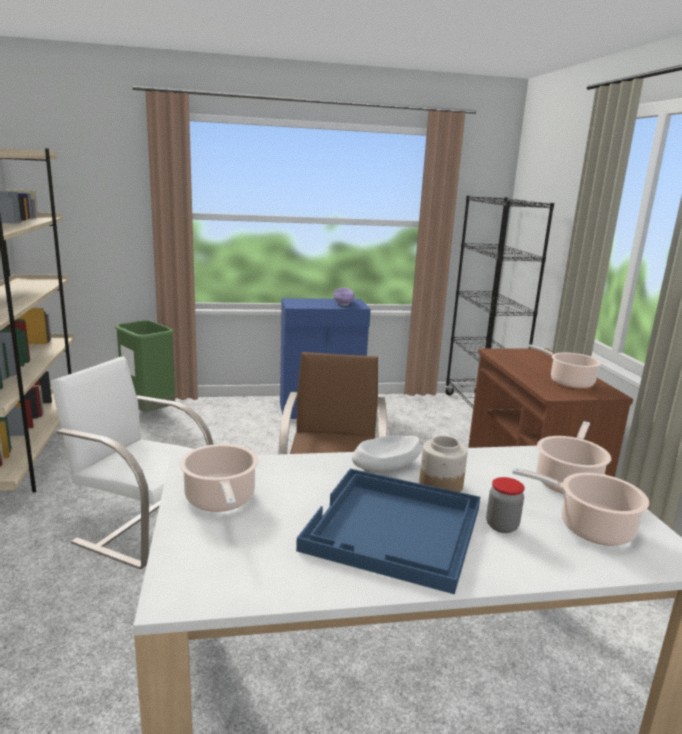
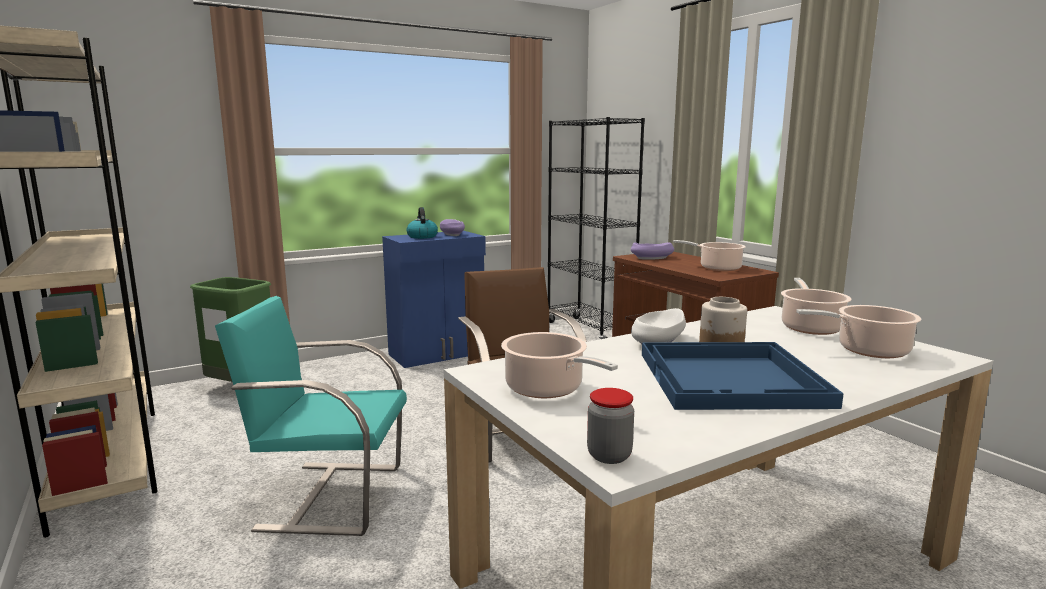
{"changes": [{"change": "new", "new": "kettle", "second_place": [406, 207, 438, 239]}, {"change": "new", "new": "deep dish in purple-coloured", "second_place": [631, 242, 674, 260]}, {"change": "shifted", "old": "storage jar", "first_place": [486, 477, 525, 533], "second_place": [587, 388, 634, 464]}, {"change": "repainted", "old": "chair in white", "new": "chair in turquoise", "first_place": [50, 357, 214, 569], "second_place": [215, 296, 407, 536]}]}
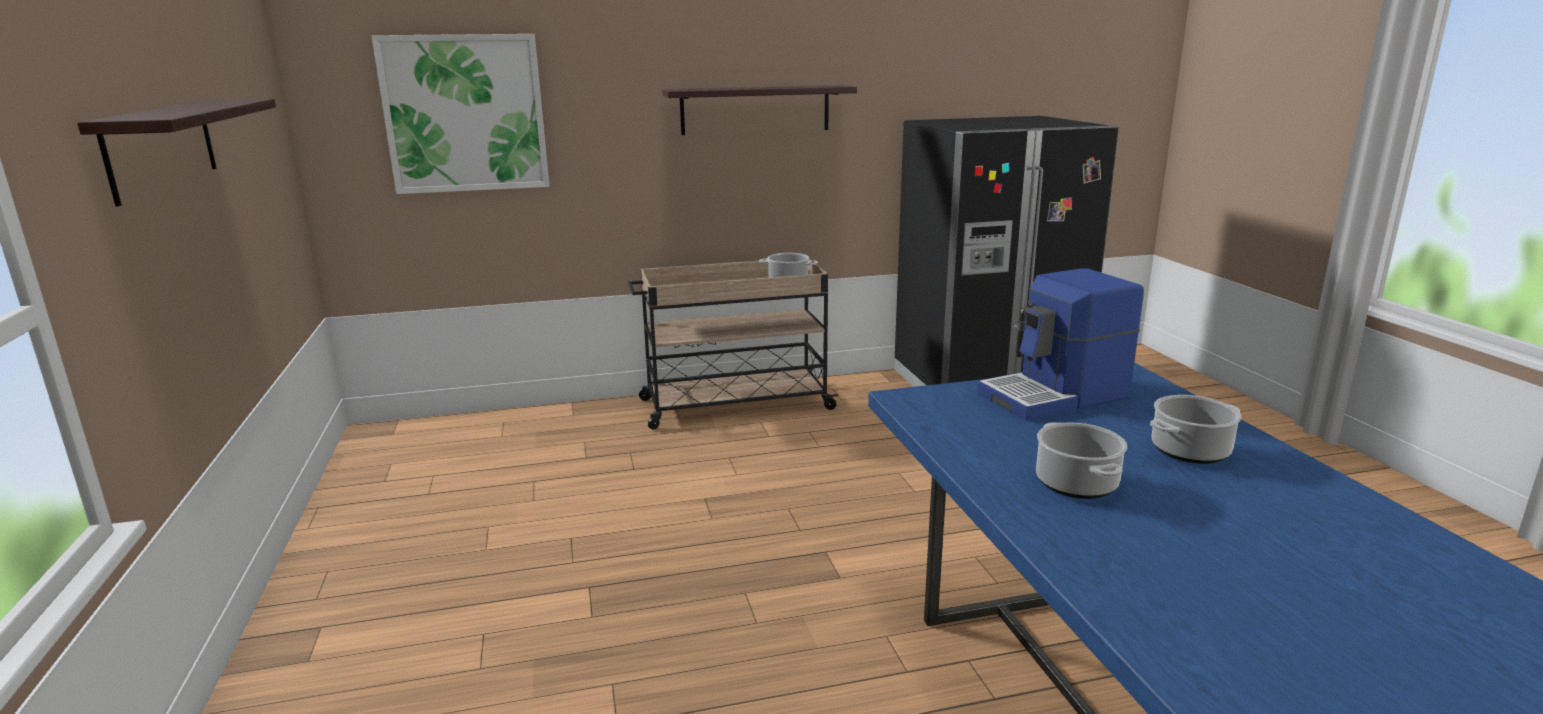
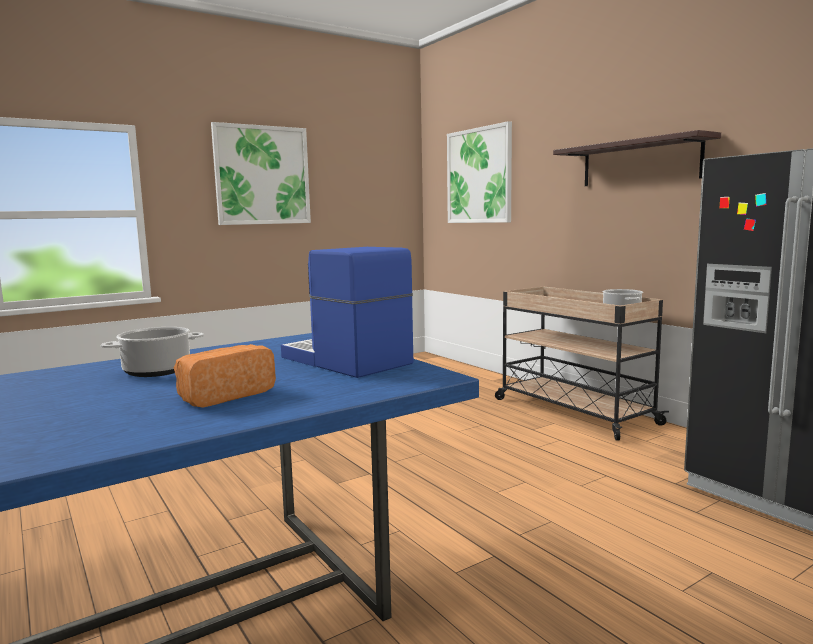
{"changes": [{"change": "swapped", "old": "wall shelf", "new": "picture", "first_place": [77, 99, 276, 207], "second_place": [211, 122, 311, 225]}, {"change": "swapped", "old": "stockpot", "new": "bakery bread", "first_place": [1150, 395, 1241, 464], "second_place": [174, 344, 276, 408]}]}
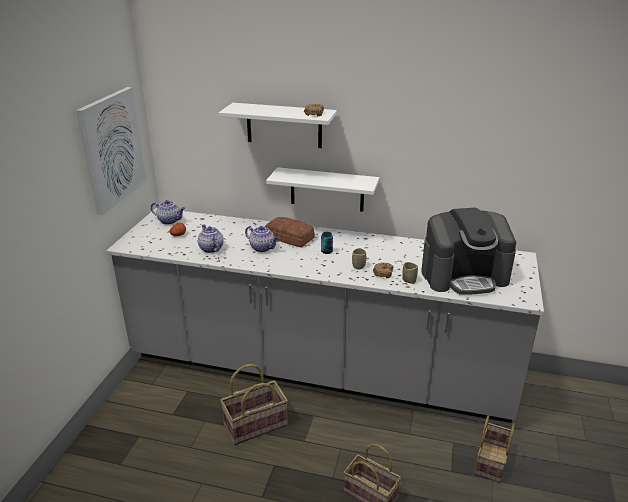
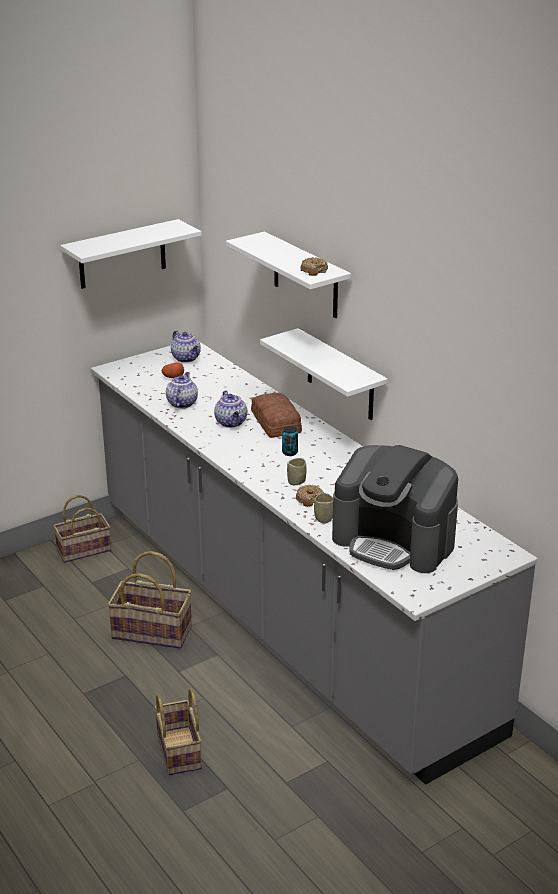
{"changes": [{"change": "shifted", "old": "basket", "first_place": [475, 415, 515, 483], "second_place": [53, 495, 111, 563]}, {"change": "swapped", "old": "picture", "new": "wall shelf in white", "first_place": [76, 87, 147, 215], "second_place": [60, 219, 202, 289]}]}
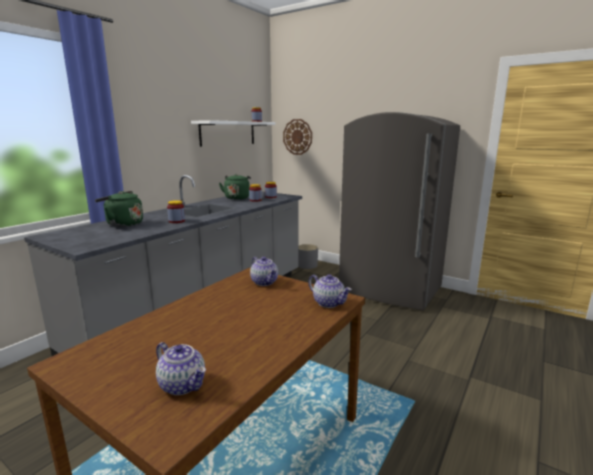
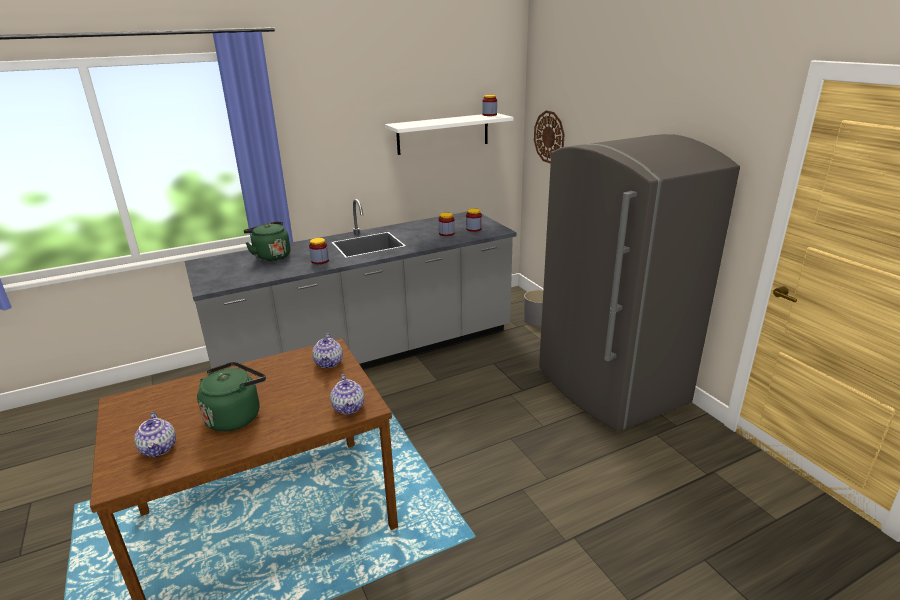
{"changes": [{"change": "shifted", "old": "kettle in greenish", "first_place": [219, 174, 251, 200], "second_place": [197, 362, 266, 432]}]}
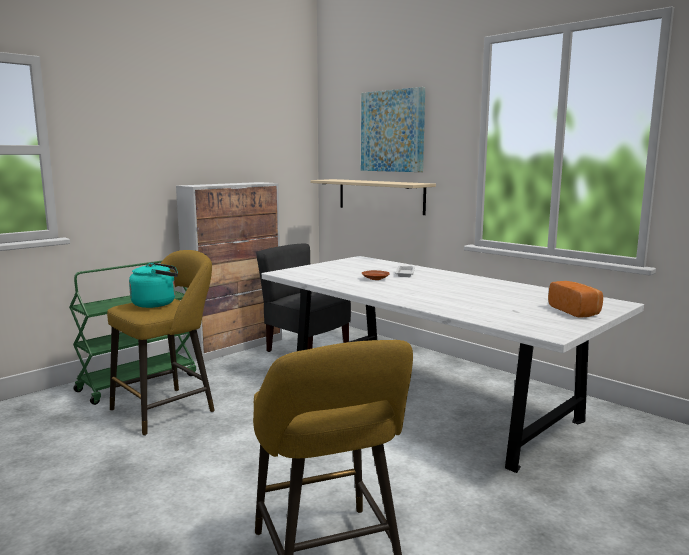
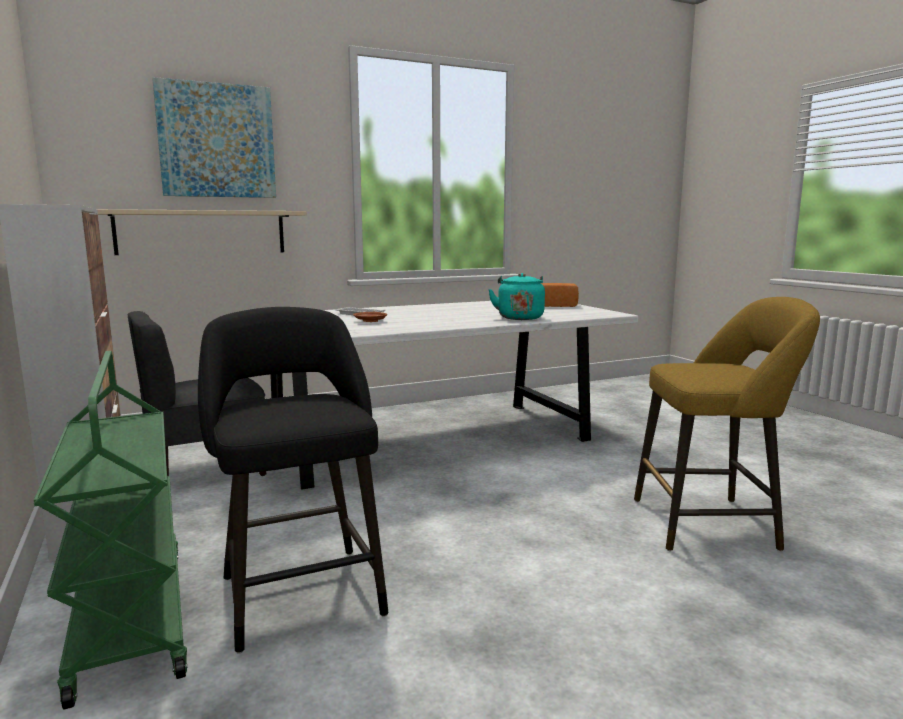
{"changes": [{"change": "shifted", "old": "kettle in turquoise", "first_place": [129, 263, 178, 308], "second_place": [488, 273, 545, 320]}, {"change": "repainted", "old": "stool seat in yellowish", "new": "stool seat in blackish", "first_place": [107, 250, 215, 436], "second_place": [198, 307, 388, 654]}]}
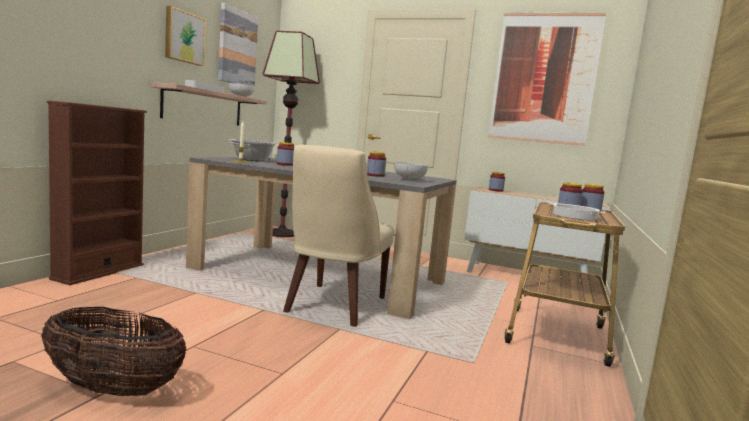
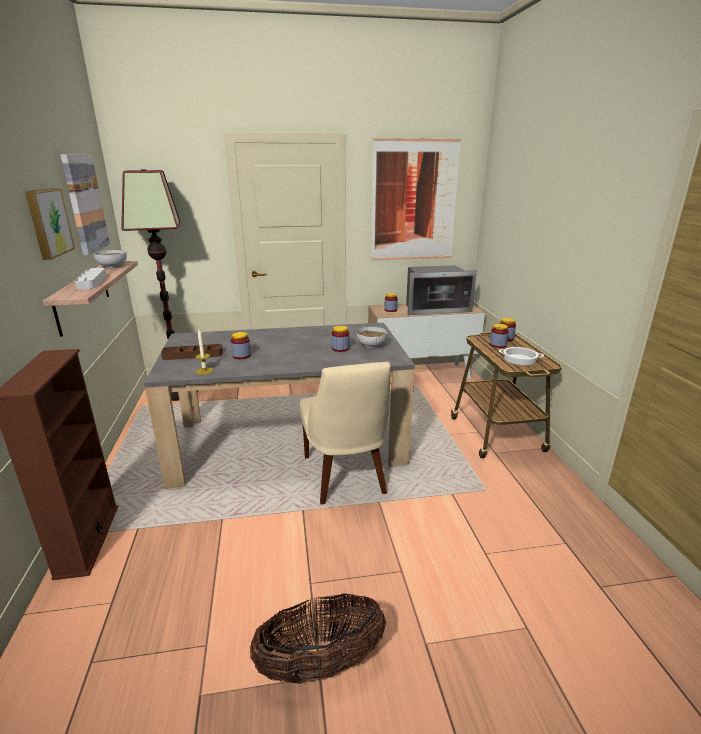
{"changes": [{"change": "new", "new": "kitchen microwave", "second_place": [406, 265, 477, 315]}, {"change": "swapped", "old": "stockpot", "new": "tray in brownish", "first_place": [229, 139, 278, 161], "second_place": [161, 344, 223, 360]}]}
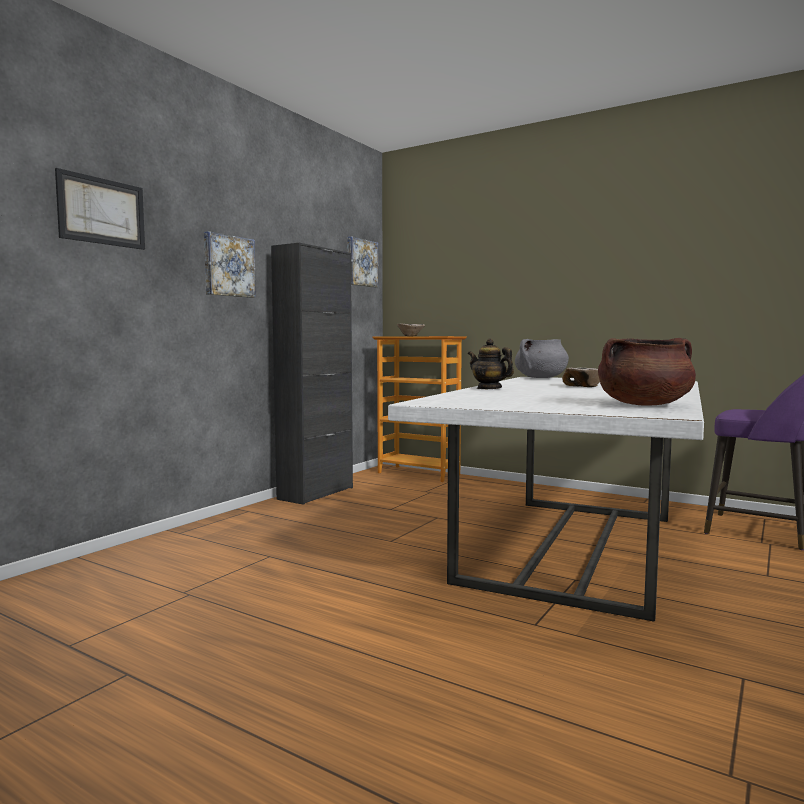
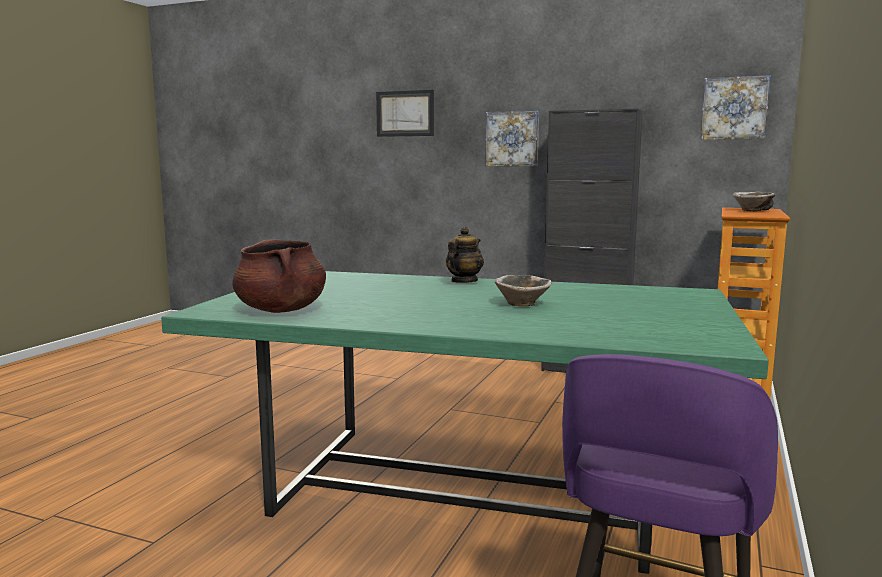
{"changes": [{"change": "gone", "old": "stockpot in greyish", "first_place": [515, 339, 569, 378]}, {"change": "repainted", "old": "dinner table in white", "new": "dinner table in greenish", "first_place": [388, 377, 704, 622], "second_place": [161, 271, 769, 574]}]}
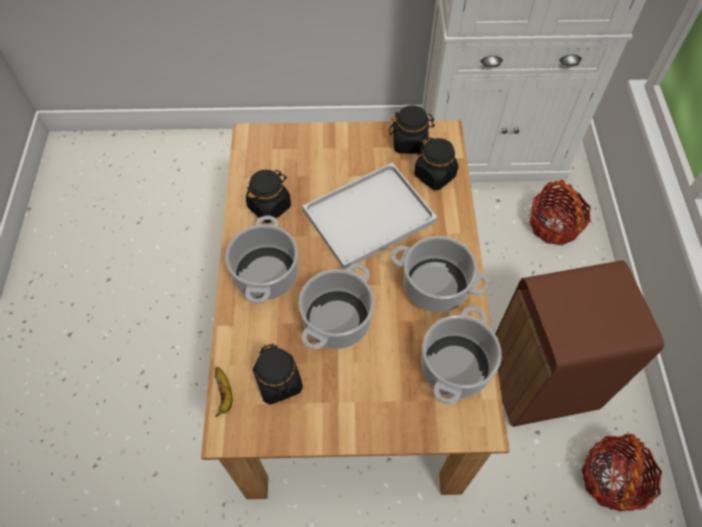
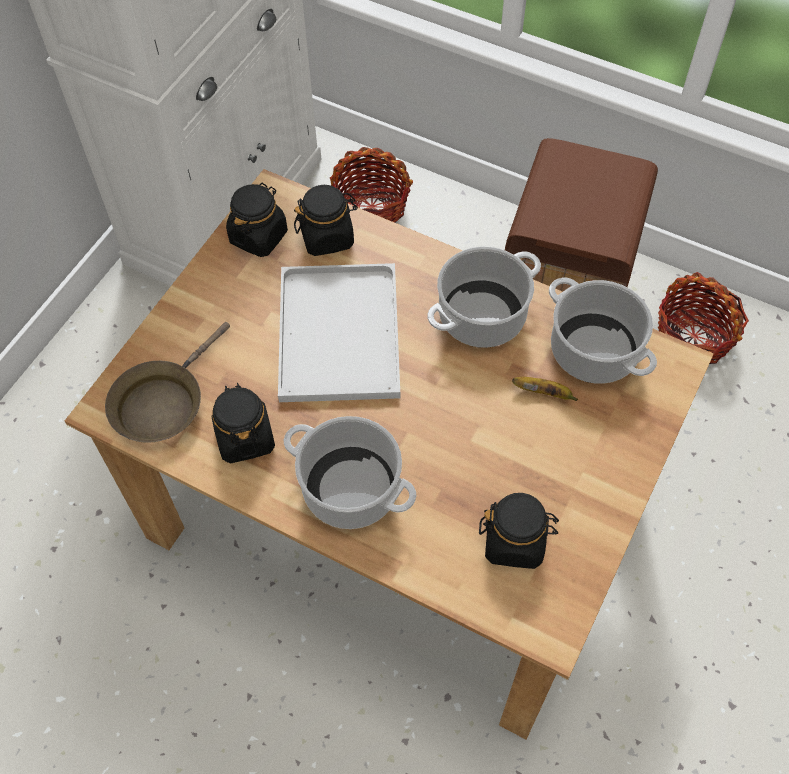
{"changes": [{"change": "gone", "old": "stockpot", "first_place": [299, 264, 374, 350]}, {"change": "new", "new": "skillet in brownish", "second_place": [105, 322, 230, 443]}, {"change": "shifted", "old": "whole banana", "first_place": [215, 367, 232, 417], "second_place": [512, 377, 578, 401]}]}
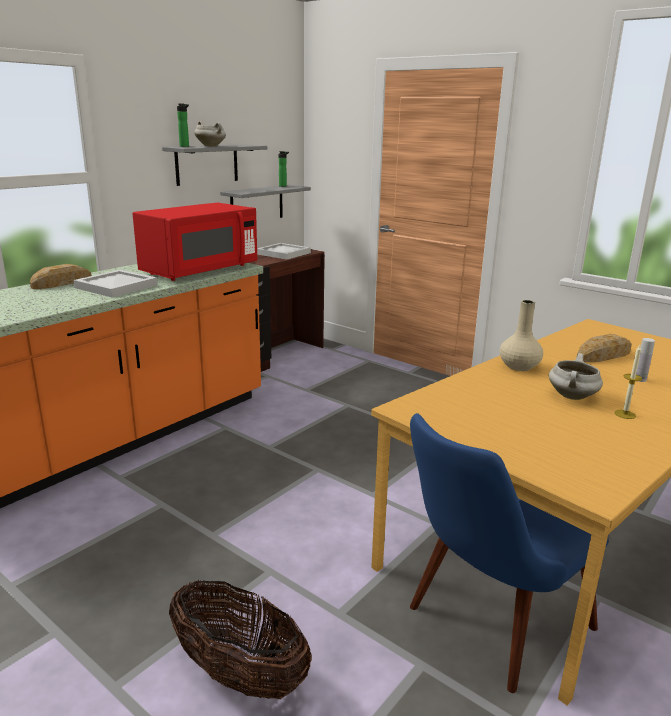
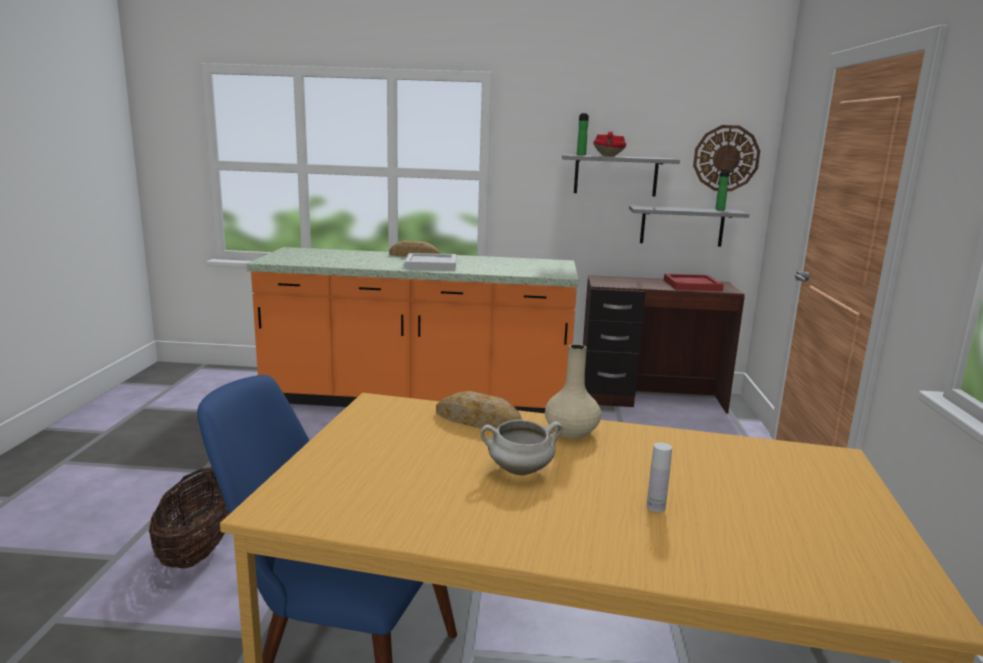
{"changes": [{"change": "gone", "old": "kitchen microwave in reddish", "first_place": [132, 203, 257, 281]}, {"change": "gone", "old": "wax light", "first_place": [614, 345, 643, 419]}, {"change": "new", "new": "clock on the wall", "second_place": [693, 125, 760, 191]}, {"change": "shifted", "old": "bakery bread", "first_place": [577, 334, 632, 362], "second_place": [436, 391, 522, 431]}, {"change": "repainted", "old": "stockpot in white", "new": "stockpot in reddish", "first_place": [194, 121, 226, 146], "second_place": [593, 131, 626, 157]}, {"change": "repainted", "old": "tray in white", "new": "tray in reddish", "first_place": [257, 243, 311, 260], "second_place": [664, 274, 724, 291]}]}
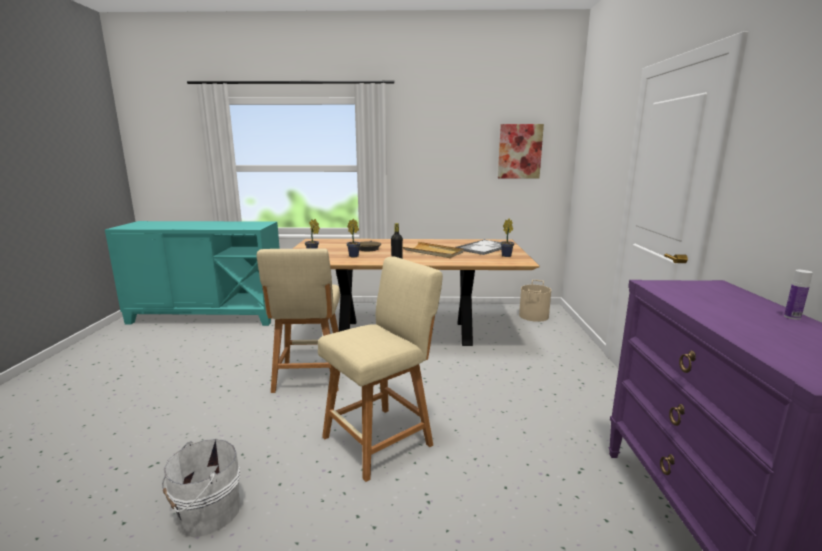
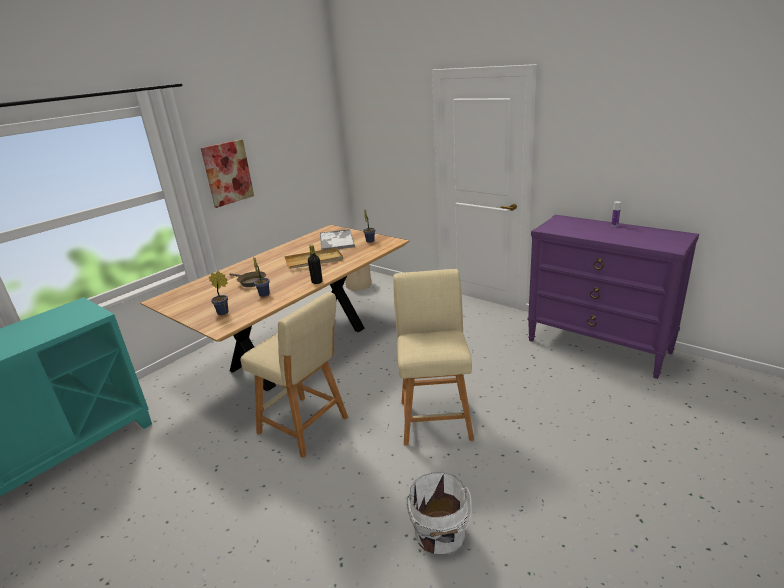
{"changes": [{"change": "shifted", "old": "picture", "first_place": [498, 124, 544, 178], "second_place": [201, 139, 254, 208]}]}
